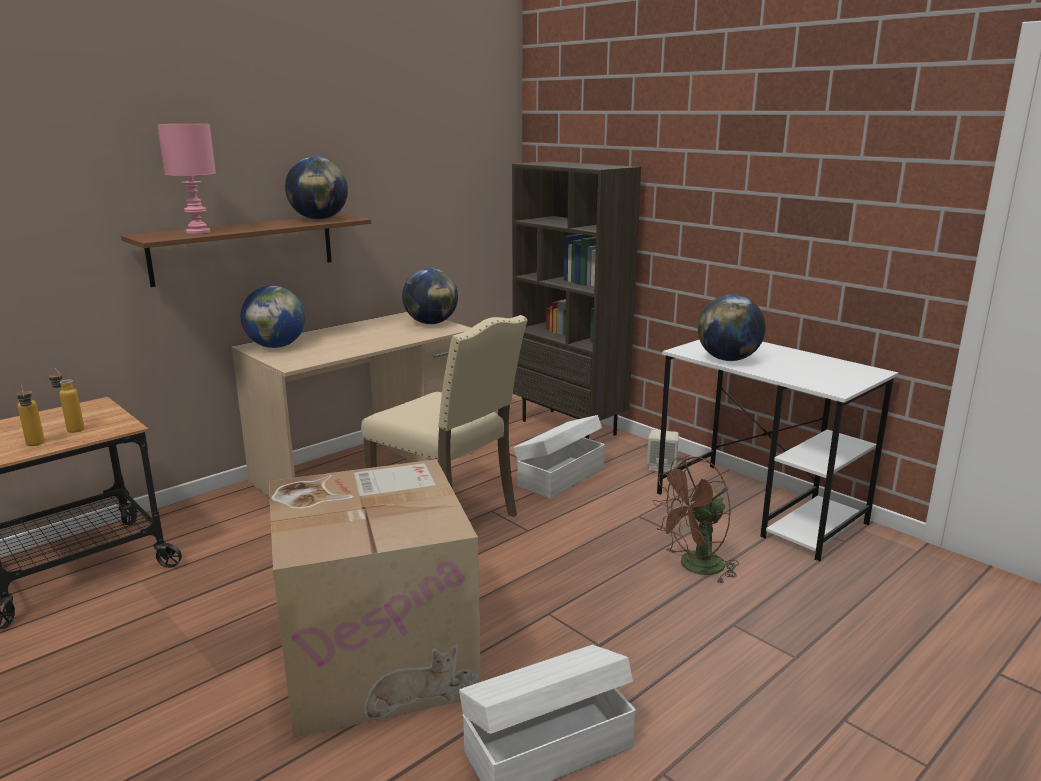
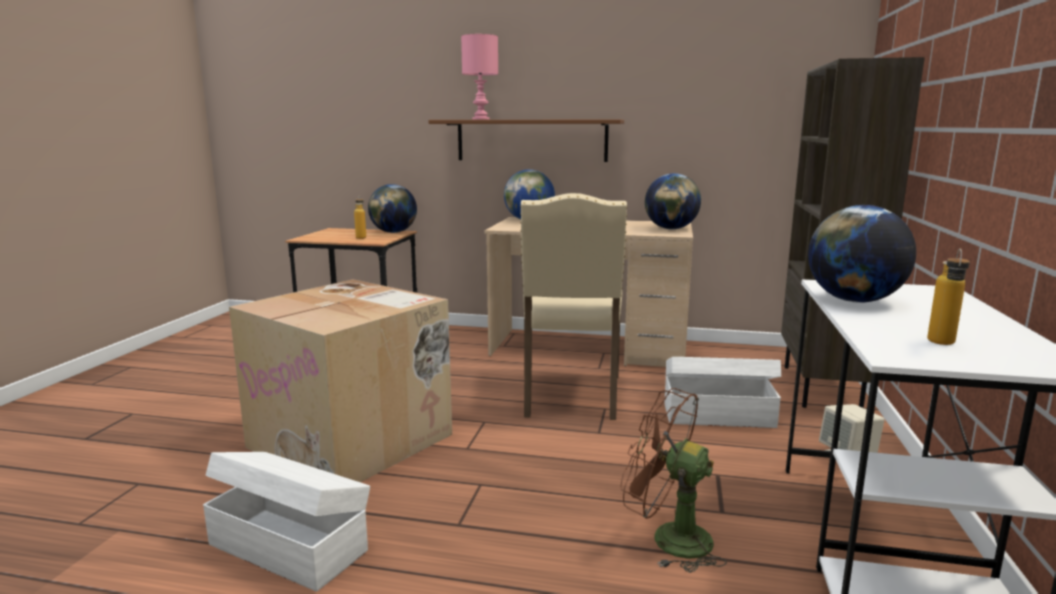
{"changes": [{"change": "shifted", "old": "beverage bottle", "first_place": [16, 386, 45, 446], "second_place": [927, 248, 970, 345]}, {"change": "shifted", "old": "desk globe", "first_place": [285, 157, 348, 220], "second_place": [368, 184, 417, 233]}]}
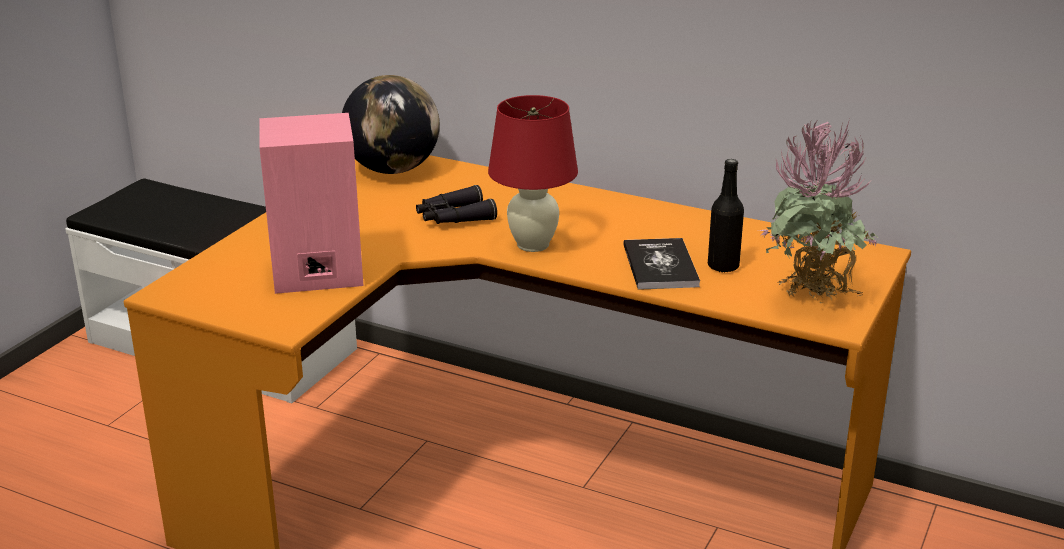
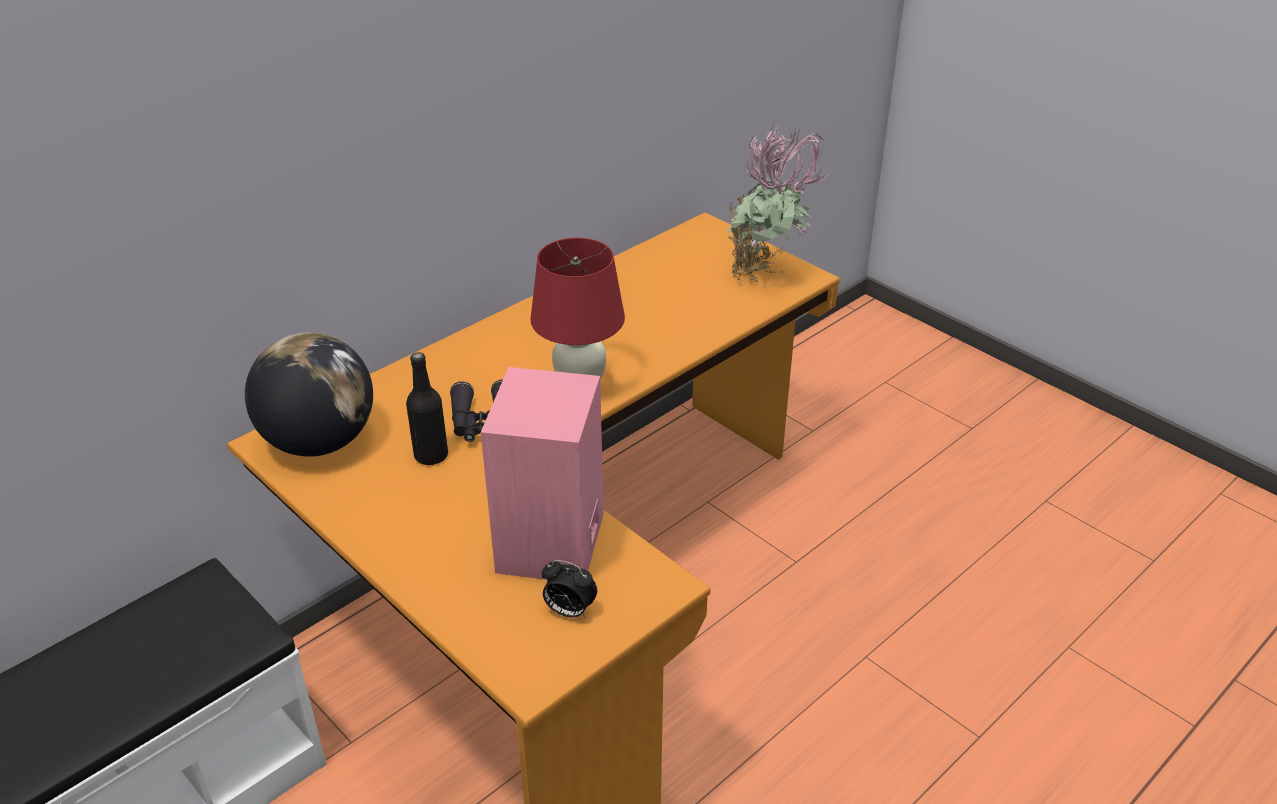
{"changes": [{"change": "gone", "old": "book", "first_place": [623, 238, 700, 290]}, {"change": "new", "new": "table clock", "second_place": [541, 560, 597, 618]}, {"change": "shifted", "old": "beverage bottle in blackish", "first_place": [708, 159, 744, 273], "second_place": [406, 352, 448, 466]}]}
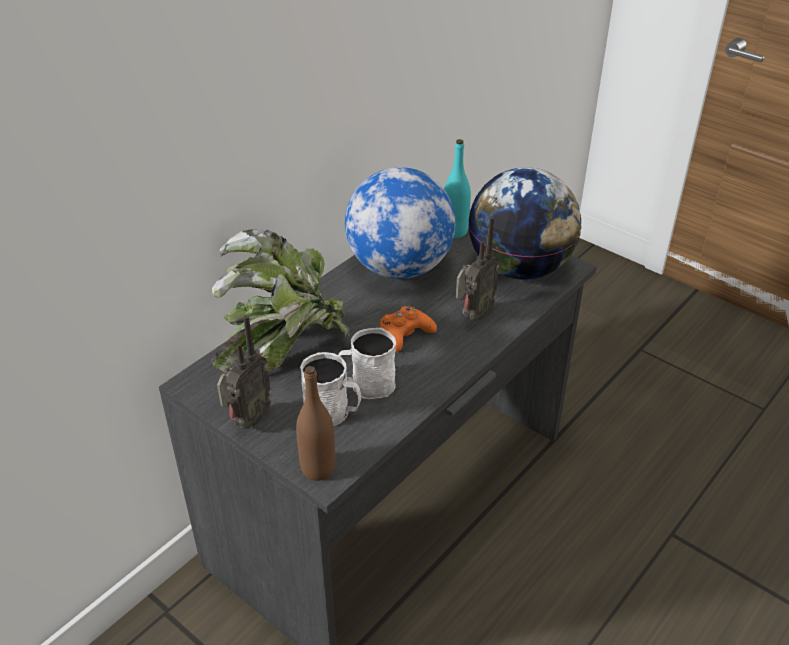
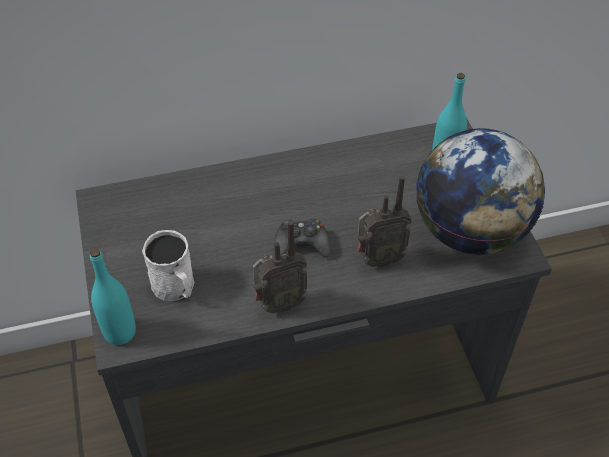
{"changes": [{"change": "gone", "old": "houseplant", "first_place": [211, 229, 350, 373]}, {"change": "gone", "old": "tea mug in white", "first_place": [338, 328, 396, 399]}, {"change": "gone", "old": "desk globe", "first_place": [345, 167, 455, 279]}, {"change": "shifted", "old": "radio", "first_place": [217, 315, 272, 429], "second_place": [252, 221, 308, 313]}, {"change": "repainted", "old": "beverage bottle in brownish", "new": "beverage bottle in turquoise", "first_place": [296, 366, 335, 481], "second_place": [90, 248, 136, 345]}, {"change": "repainted", "old": "joypad in orange-coloured", "new": "joypad in blackish", "first_place": [379, 305, 437, 352], "second_place": [274, 219, 331, 258]}]}
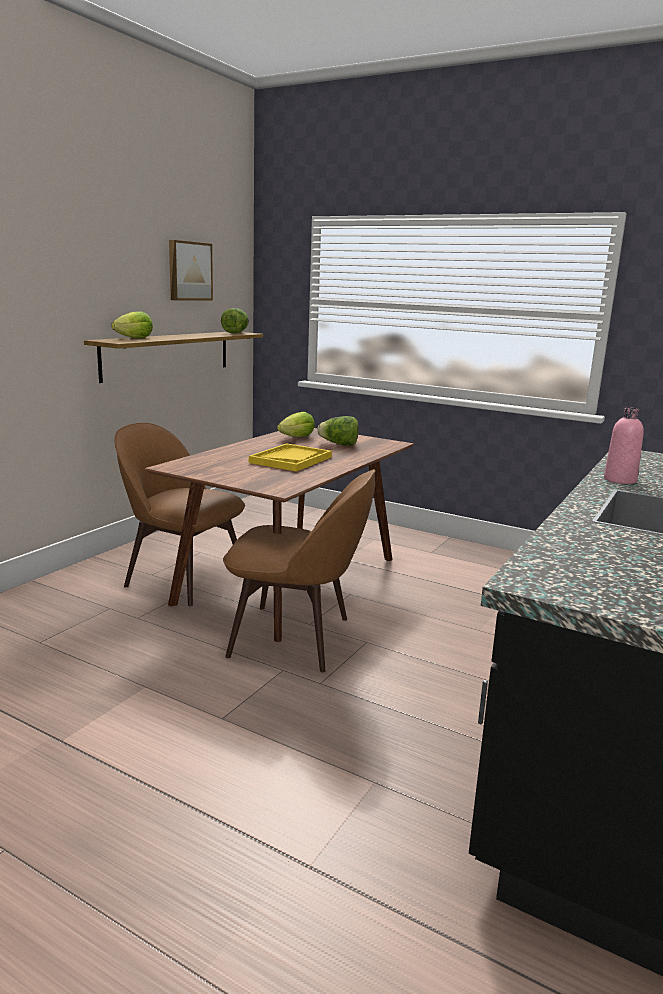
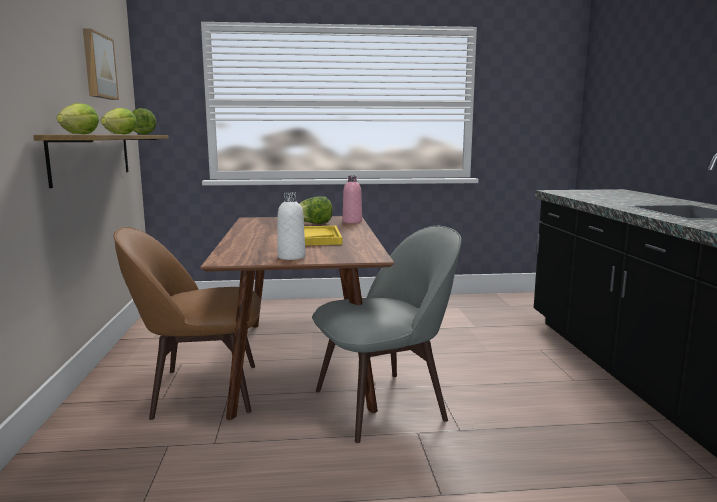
{"changes": [{"change": "new", "new": "beverage bottle in white", "second_place": [277, 192, 306, 260]}, {"change": "shifted", "old": "lettuce head", "first_place": [277, 412, 315, 437], "second_place": [101, 108, 137, 135]}, {"change": "shifted", "old": "beverage bottle in pink", "first_place": [604, 407, 644, 484], "second_place": [343, 176, 362, 223]}, {"change": "repainted", "old": "chair in brownish", "new": "chair in greyish", "first_place": [223, 469, 375, 672], "second_place": [312, 226, 462, 443]}]}
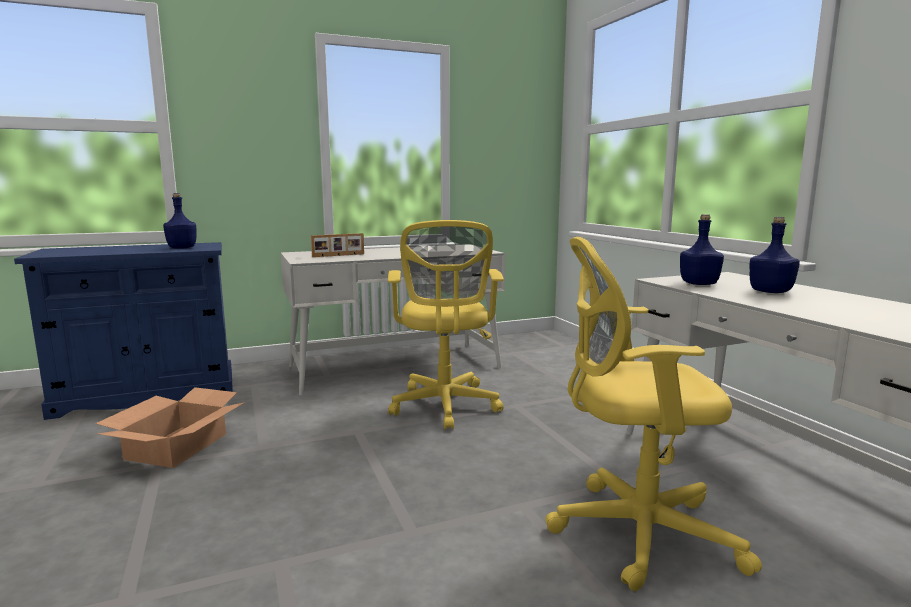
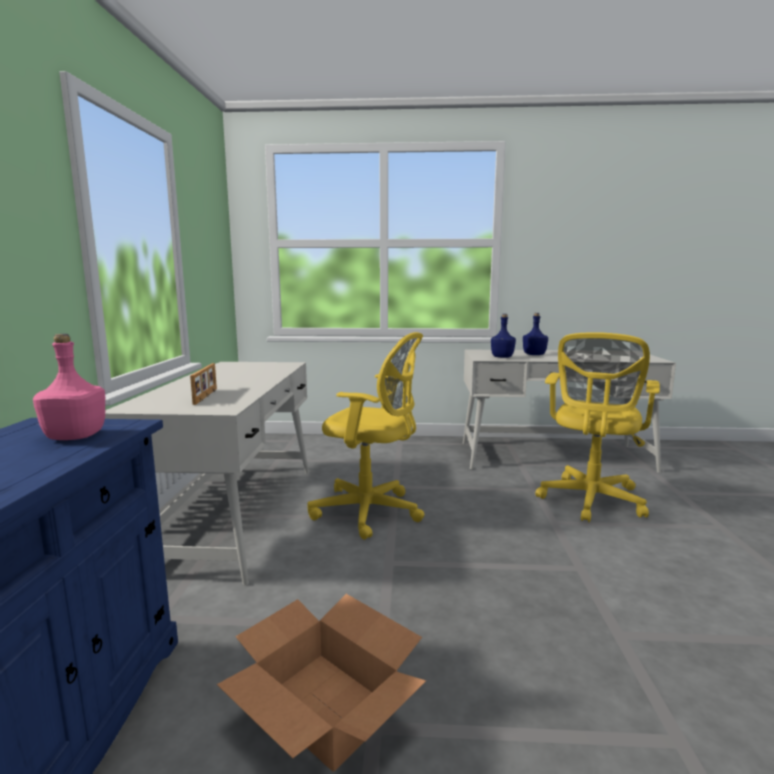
{"changes": [{"change": "repainted", "old": "beverage bottle in blue", "new": "beverage bottle in pink", "first_place": [163, 193, 196, 249], "second_place": [33, 334, 105, 440]}]}
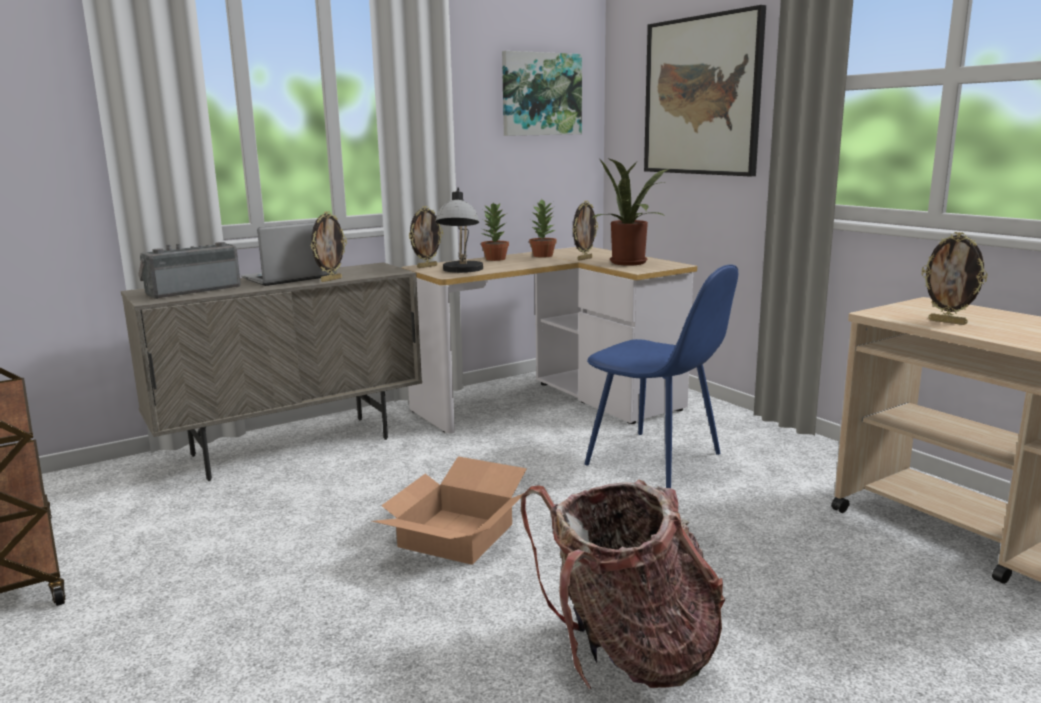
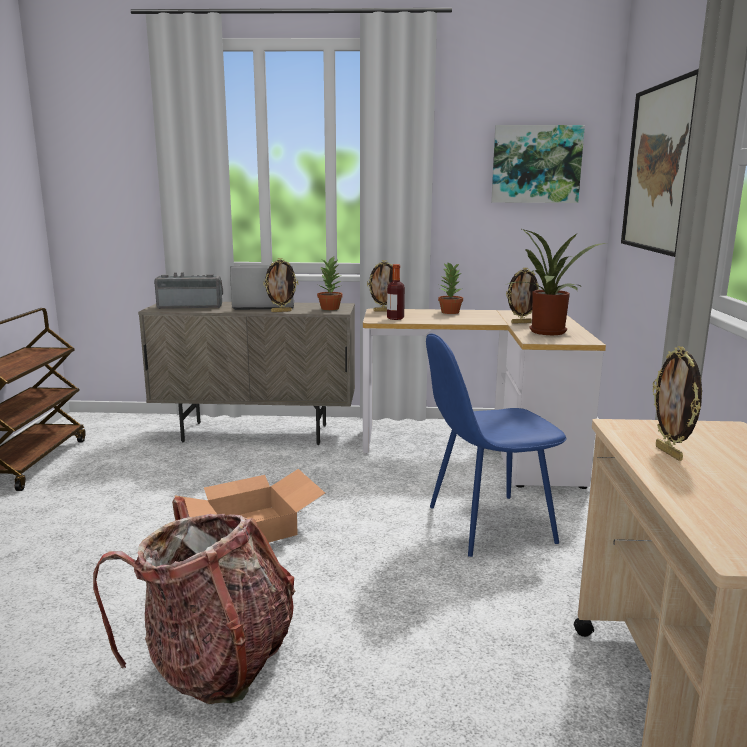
{"changes": [{"change": "shifted", "old": "houseplant", "first_place": [529, 200, 557, 258], "second_place": [317, 257, 343, 310]}, {"change": "swapped", "old": "table lamp", "new": "beverage bottle", "first_place": [435, 187, 483, 273], "second_place": [387, 264, 405, 320]}, {"change": "rotated", "old": "chair in blue", "first_place": [585, 264, 738, 488], "second_place": [426, 334, 566, 557], "degrees": 90}]}
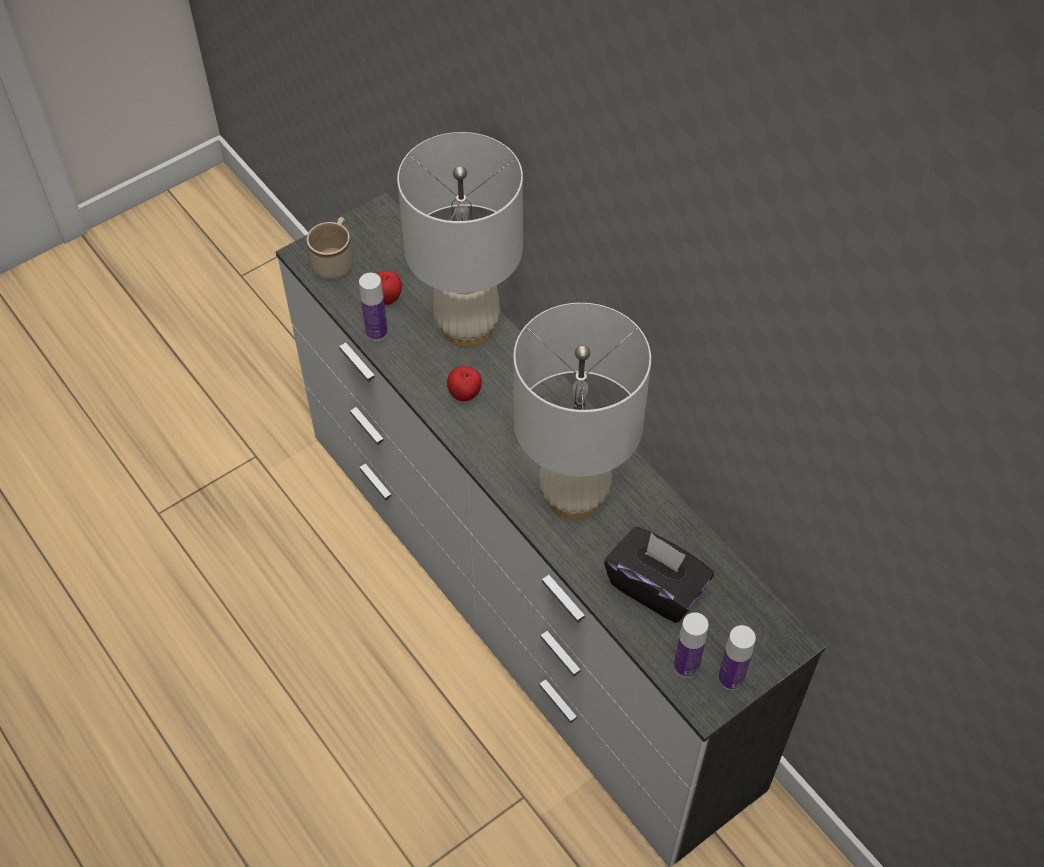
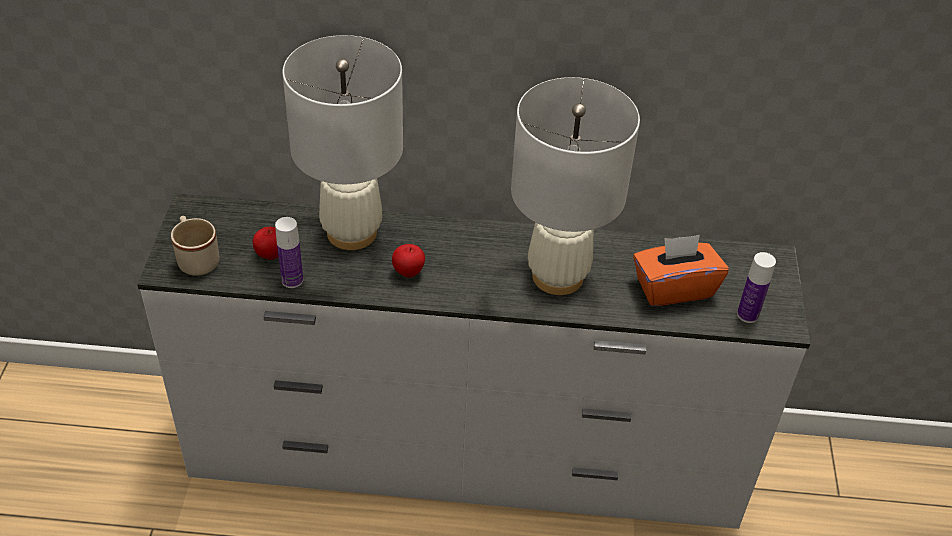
{"changes": [{"change": "gone", "old": "beverage bottle", "first_place": [718, 625, 756, 690]}, {"change": "repainted", "old": "box of tissues in blackish", "new": "box of tissues in orange-coloured", "first_place": [604, 527, 714, 623], "second_place": [633, 235, 729, 306]}]}
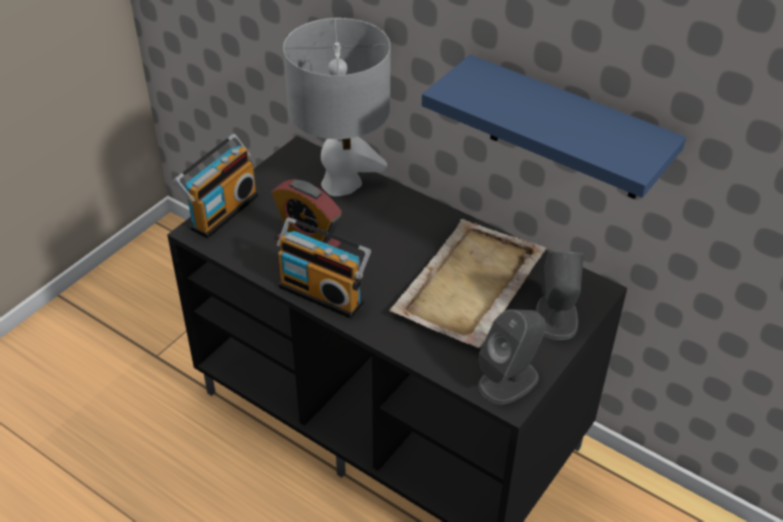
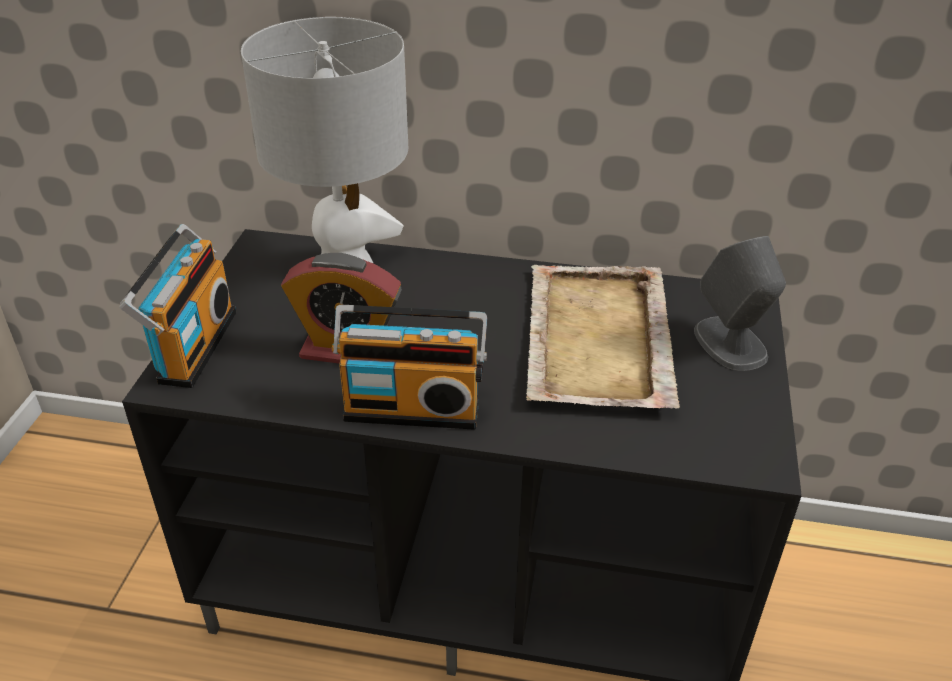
{"changes": [{"change": "gone", "old": "wall shelf in blue", "first_place": [422, 55, 686, 199]}, {"change": "gone", "old": "loudspeaker in greyish", "first_place": [478, 309, 546, 405]}]}
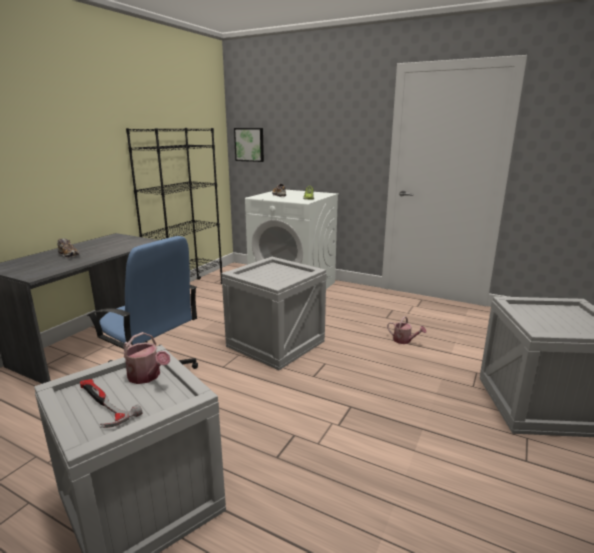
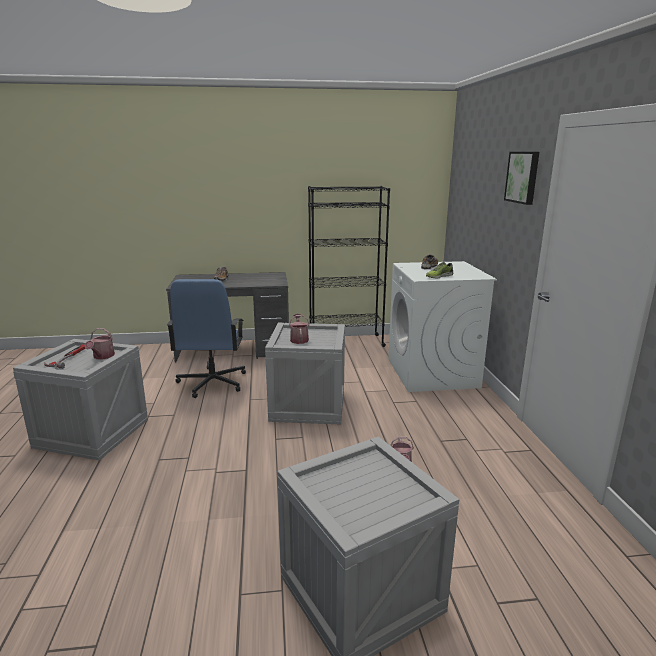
{"changes": [{"change": "new", "new": "sprinkling can", "second_place": [289, 314, 309, 344]}, {"change": "shifted", "old": "picture", "first_place": [234, 128, 264, 162], "second_place": [504, 152, 539, 205]}]}
